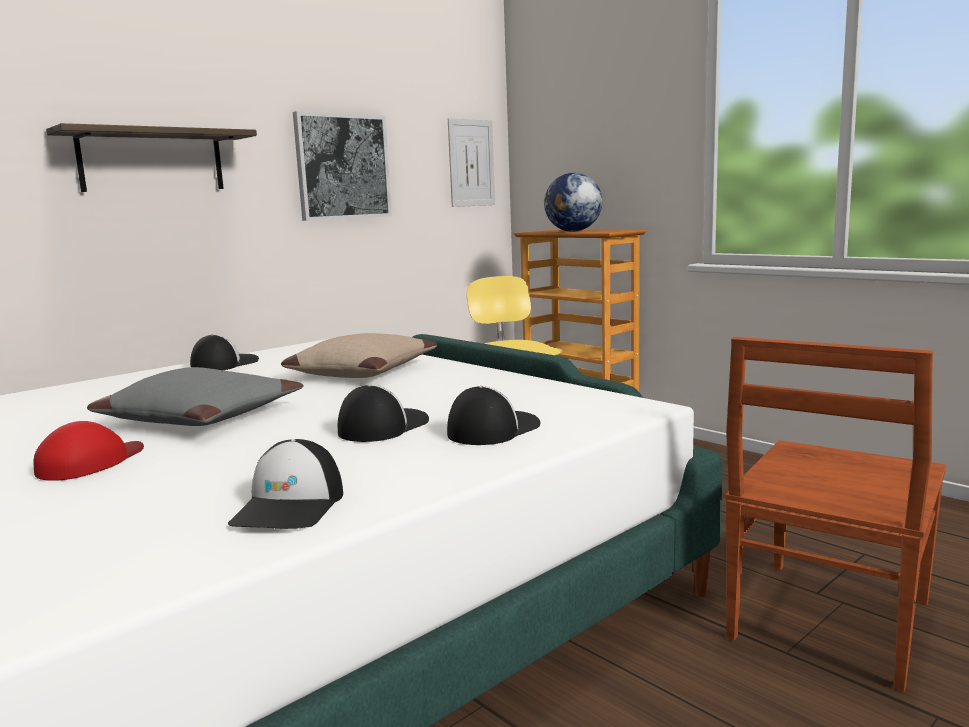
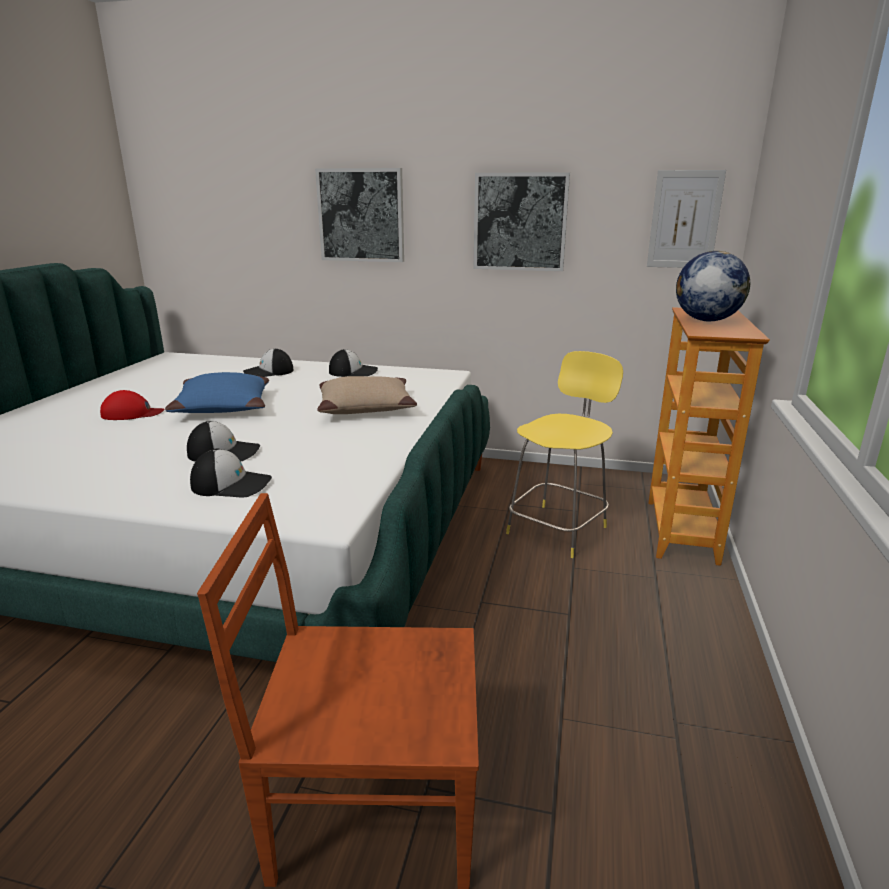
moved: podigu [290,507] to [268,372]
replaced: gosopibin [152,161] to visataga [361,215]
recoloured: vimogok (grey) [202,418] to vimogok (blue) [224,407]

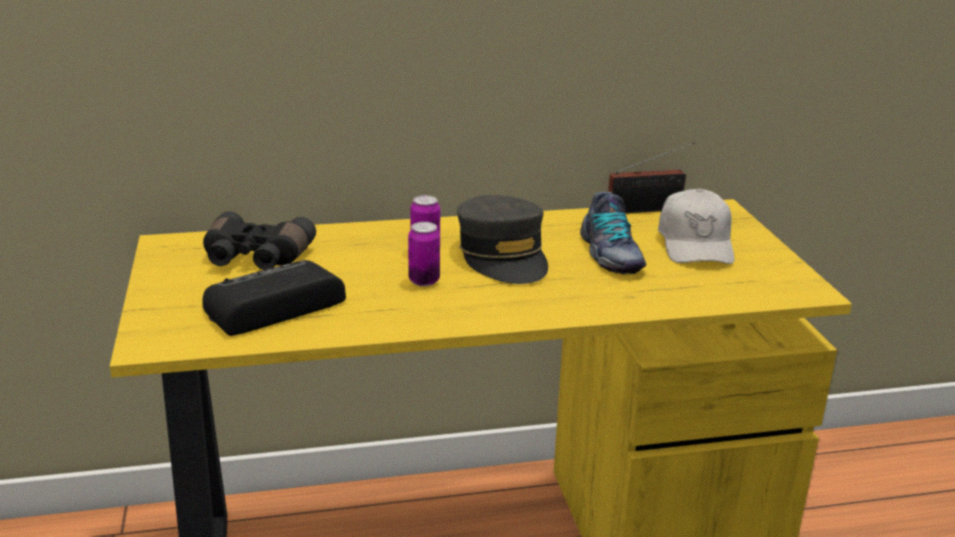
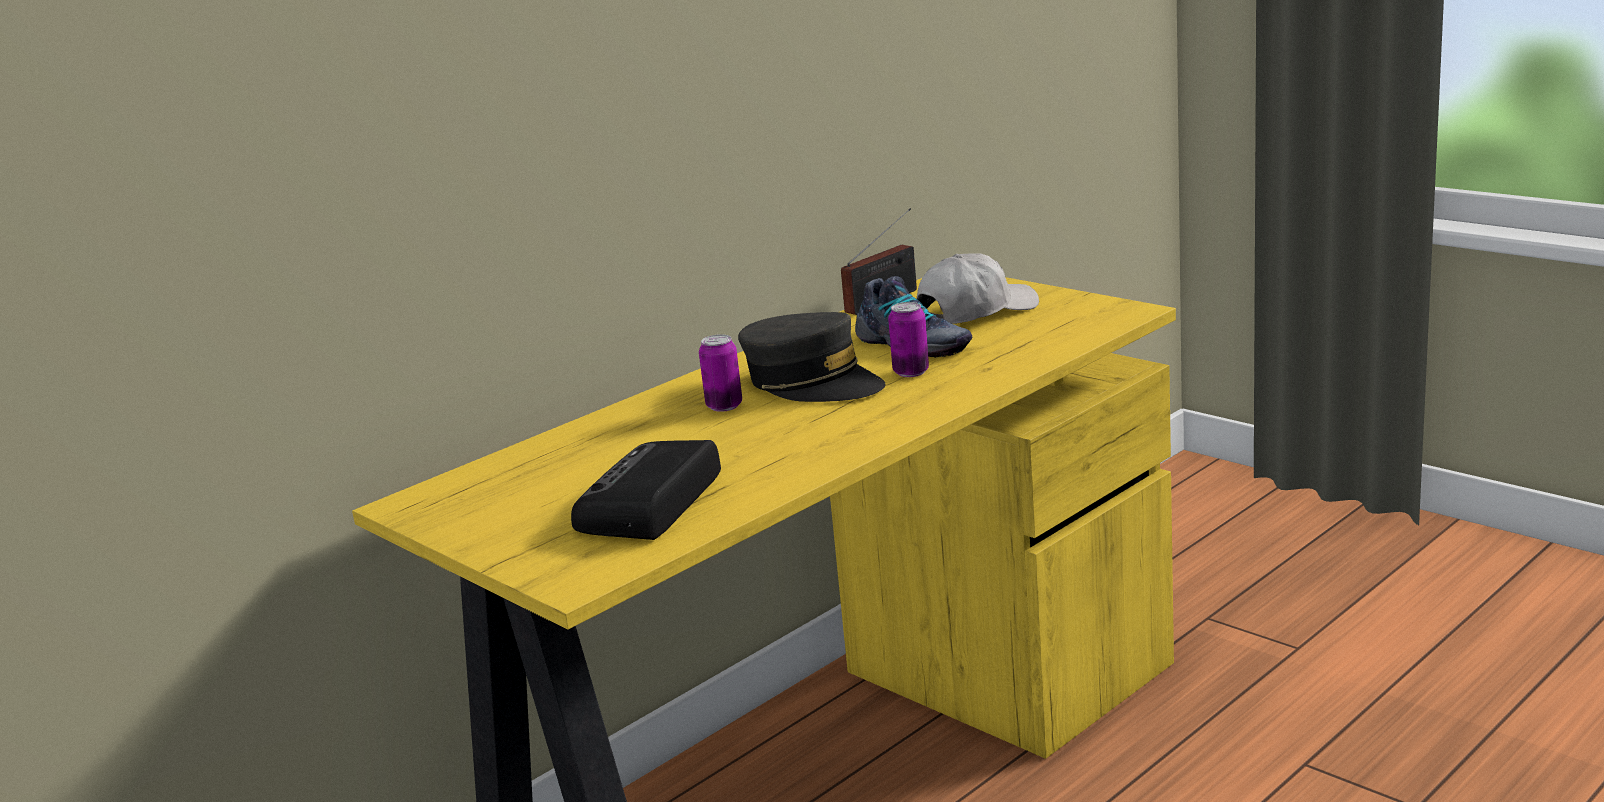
removed: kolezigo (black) [255,258]
moved: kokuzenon [424,281] to [911,372]
turned: podigu (white) [695,244] = [976,311] 90 degrees counterclockwise

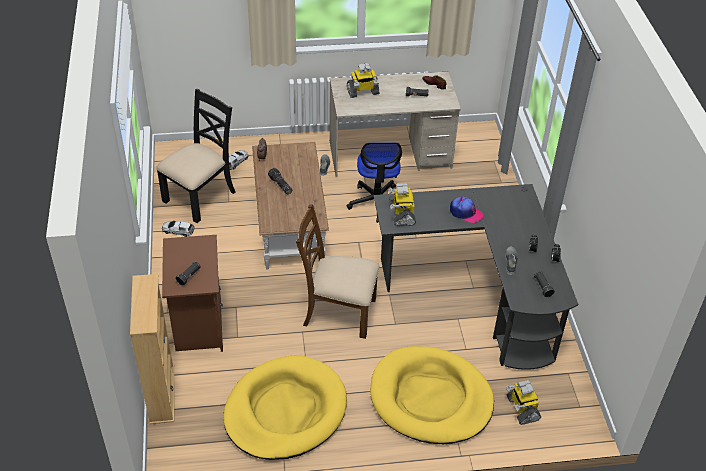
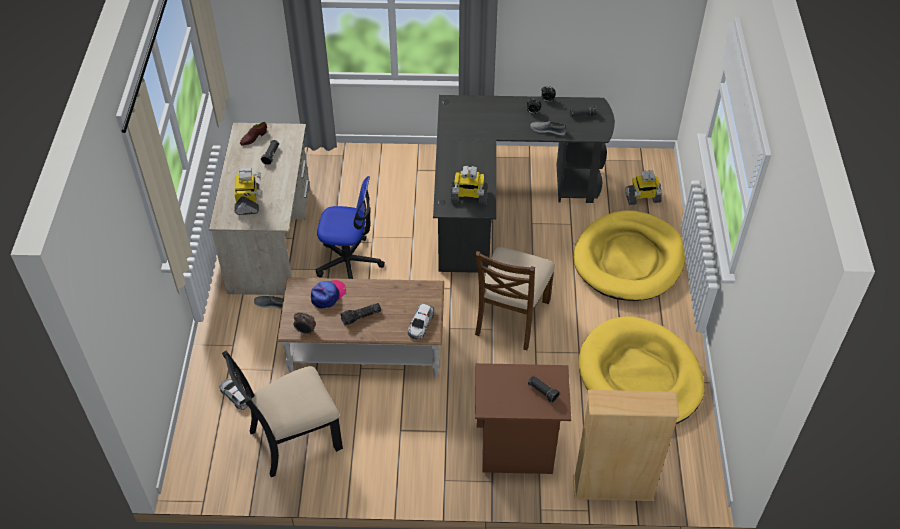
moved: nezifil [178,230] to [420,324]; podigu [465,213] to [328,295]
turned: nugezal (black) [200,196] = [294,439] 75 degrees counterclockwise

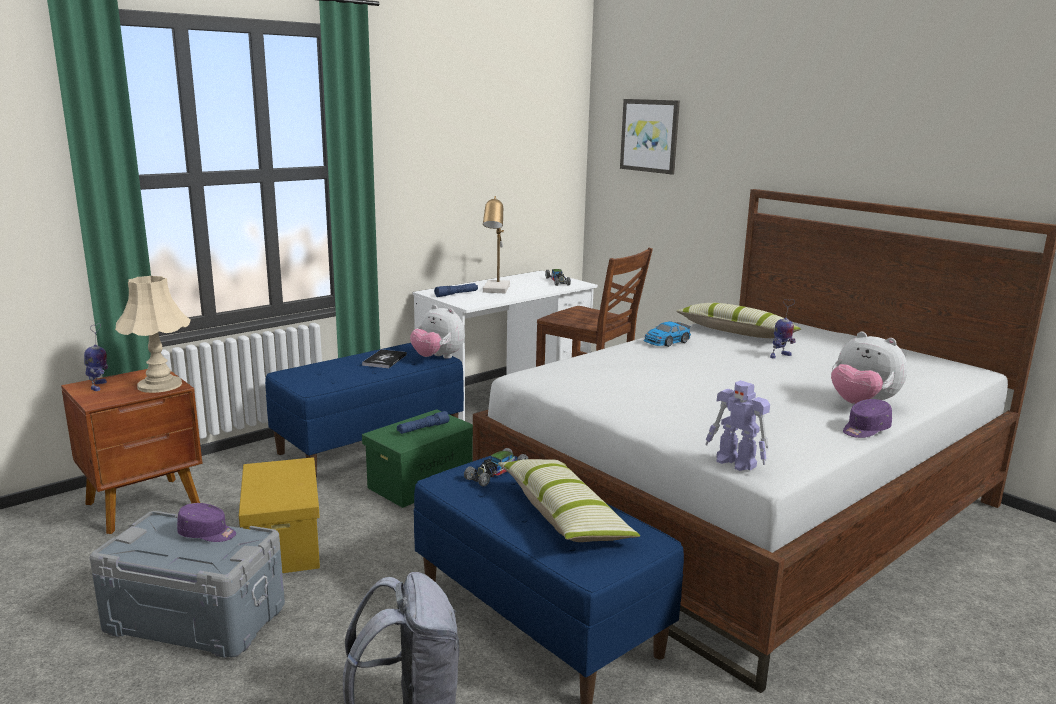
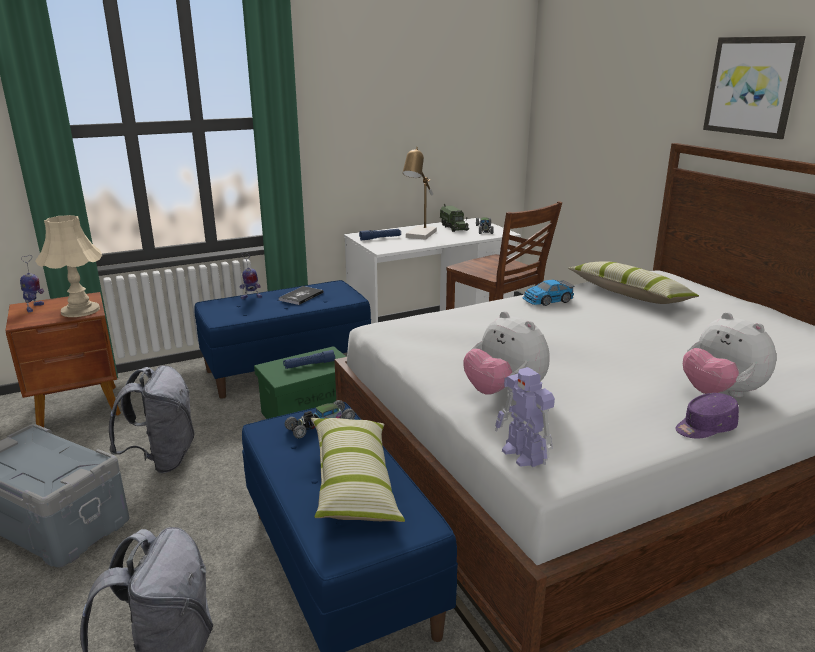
removed: podigu (purple) [207,534]
added: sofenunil [454,228]
moved: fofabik [438,358] to [504,392]; visataga [650,135] to [752,86]; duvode [779,356] to [251,297]
replaced: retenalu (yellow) [283,544] to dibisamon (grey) [162,459]

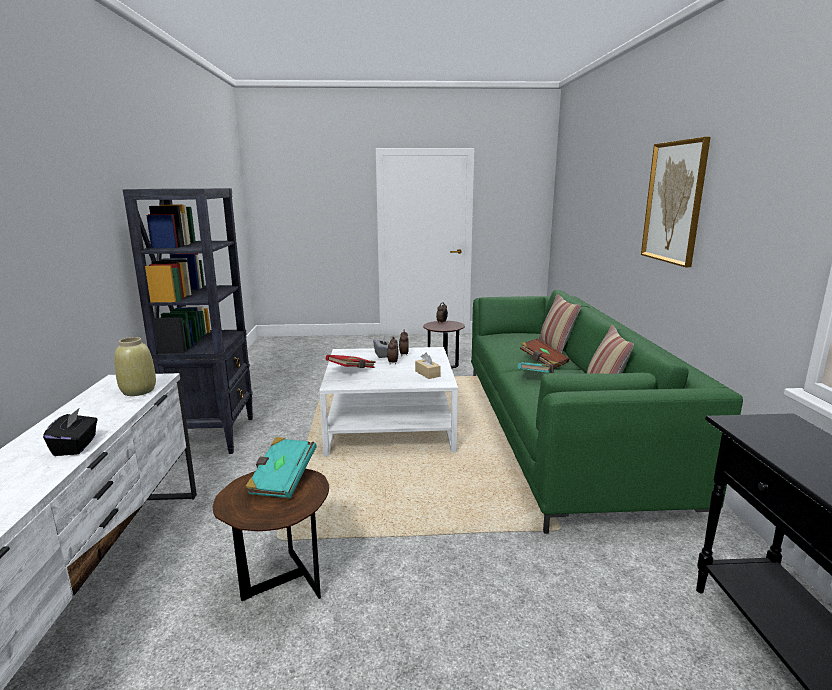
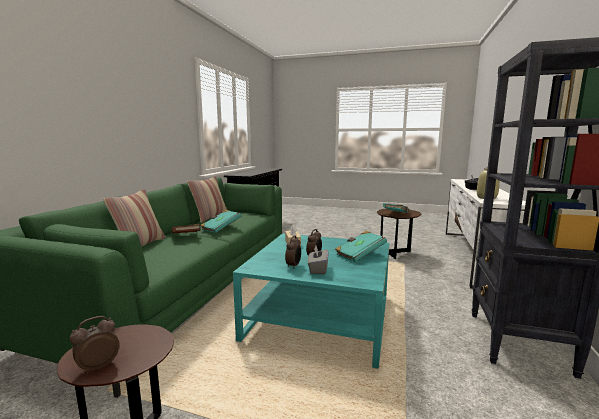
removed: visataga [674,202]
recoloured: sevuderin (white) [390,426] to sevuderin (turquoise) [320,317]; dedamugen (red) [352,370] to dedamugen (turquoise) [359,255]

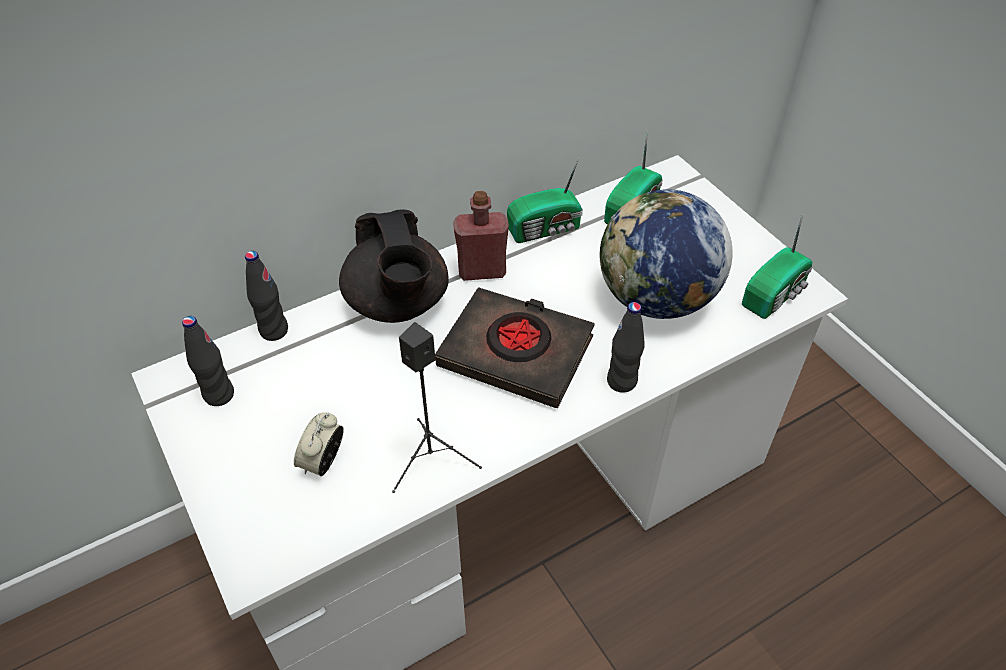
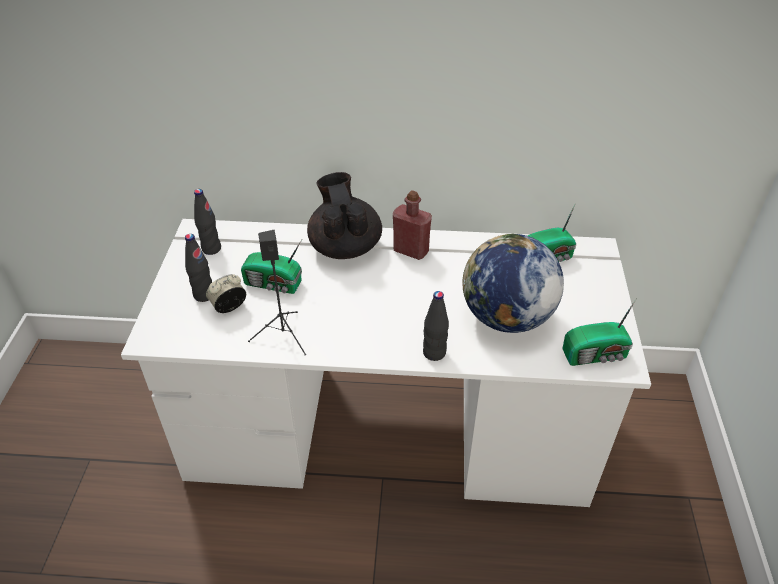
removed: dedamugen (black) [516,352]
moved: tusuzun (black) [274,330] to [204,295]; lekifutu [546,229] to [274,284]
turned: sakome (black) [398,304] = [345,246] 150 degrees clockwise

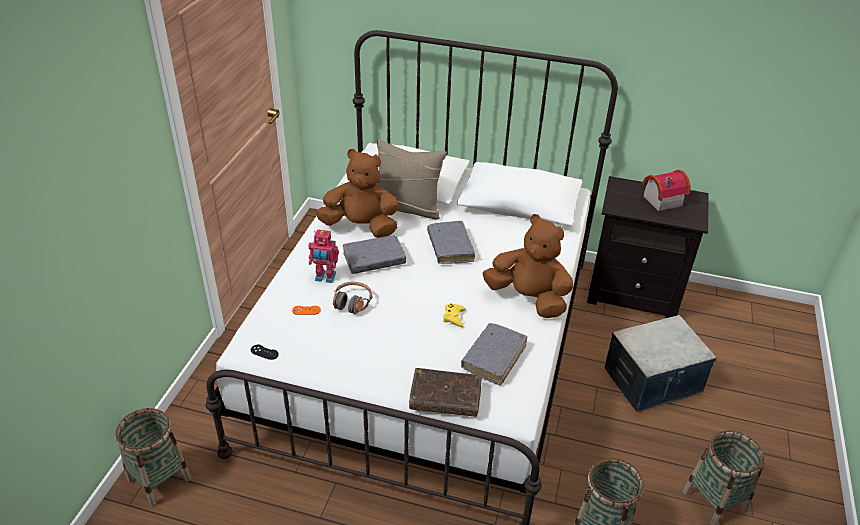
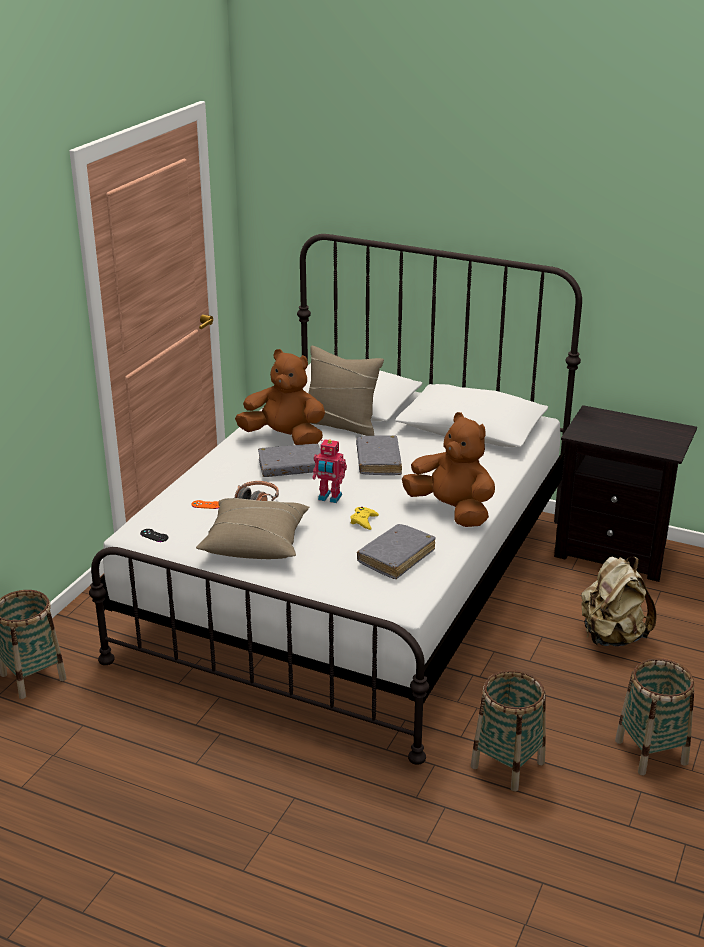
removed: dedamugen (brown) [445,398]; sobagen [660,200]
added: vimogok (beige) [255,542]
moved: duvode [325,278] to [329,498]
replaced: retenalu [652,381] to dibisamon (beige) [612,637]

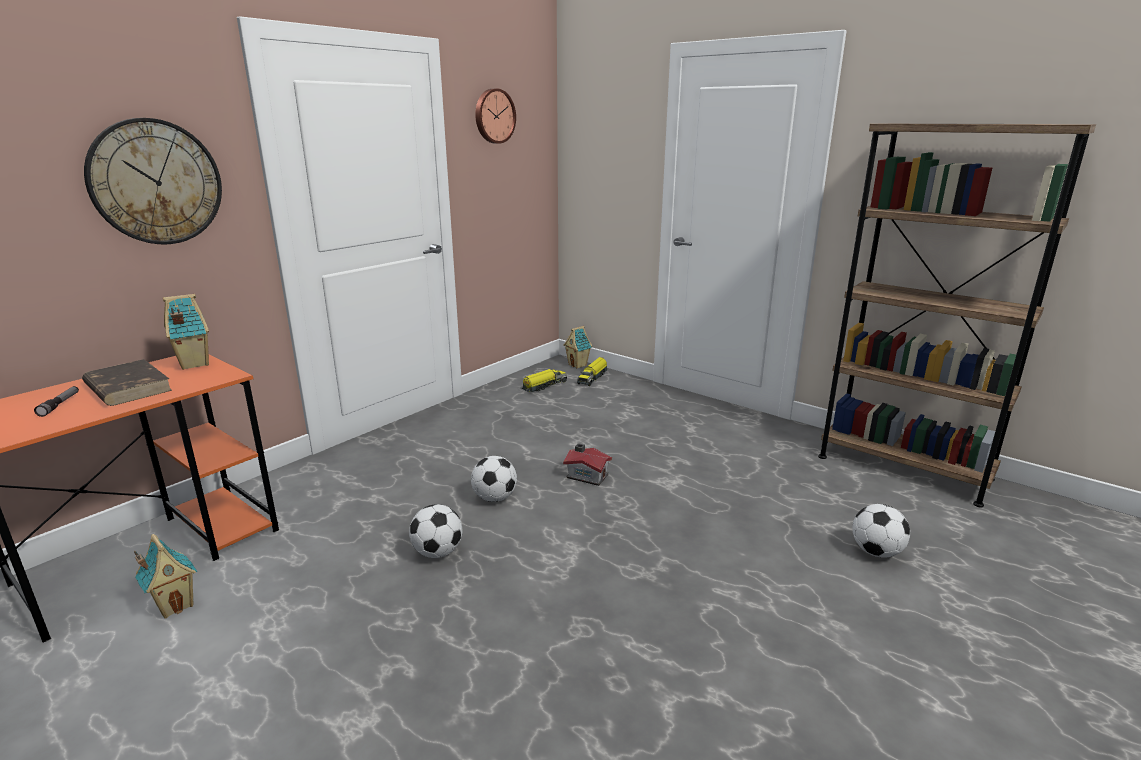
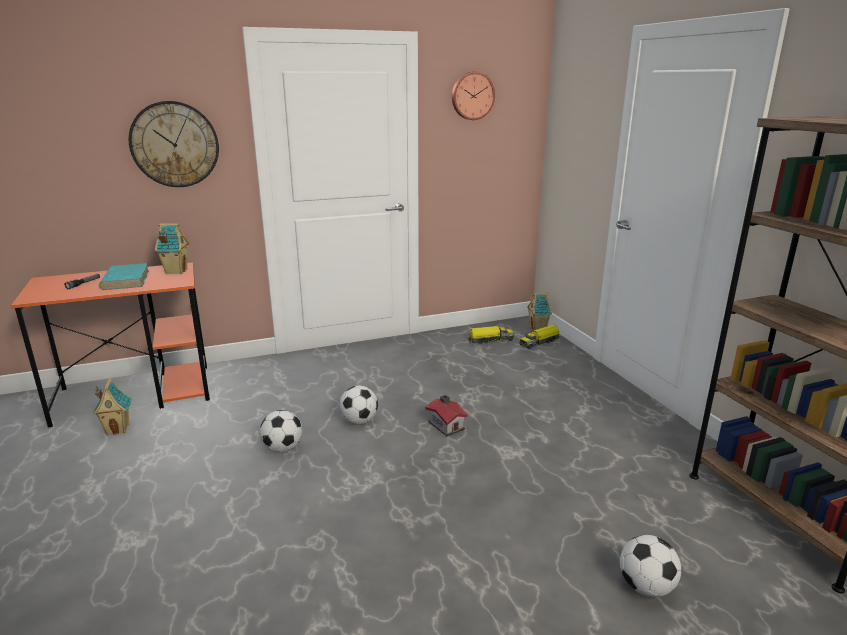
recoloured: dedamugen (brown) [127,387] to dedamugen (turquoise) [125,280]

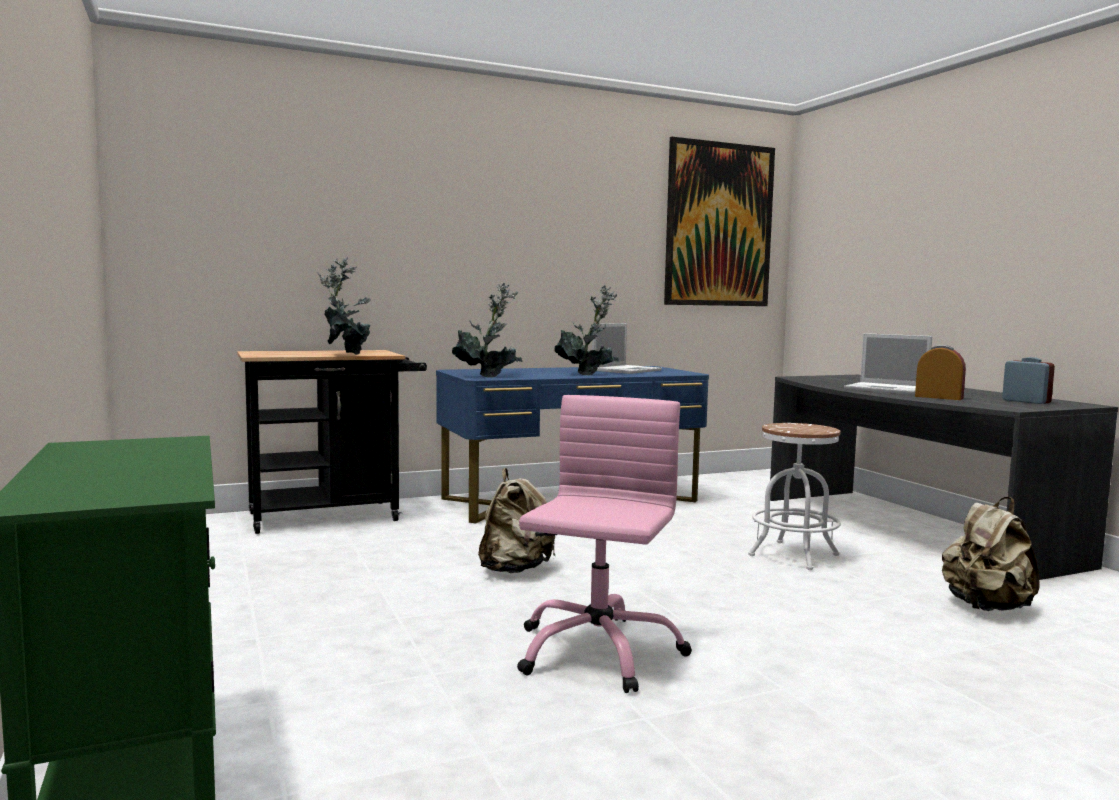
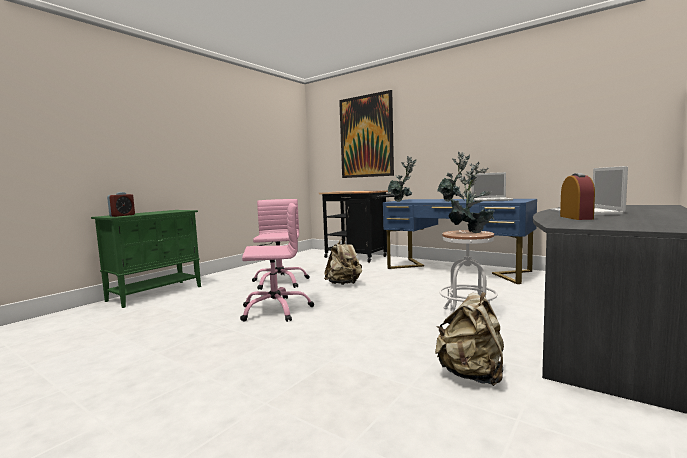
added: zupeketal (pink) [279,282]
moved: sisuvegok [346,354] to [471,232]; visataga [719,225] to [366,136]; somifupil [1026,401] to [122,215]

